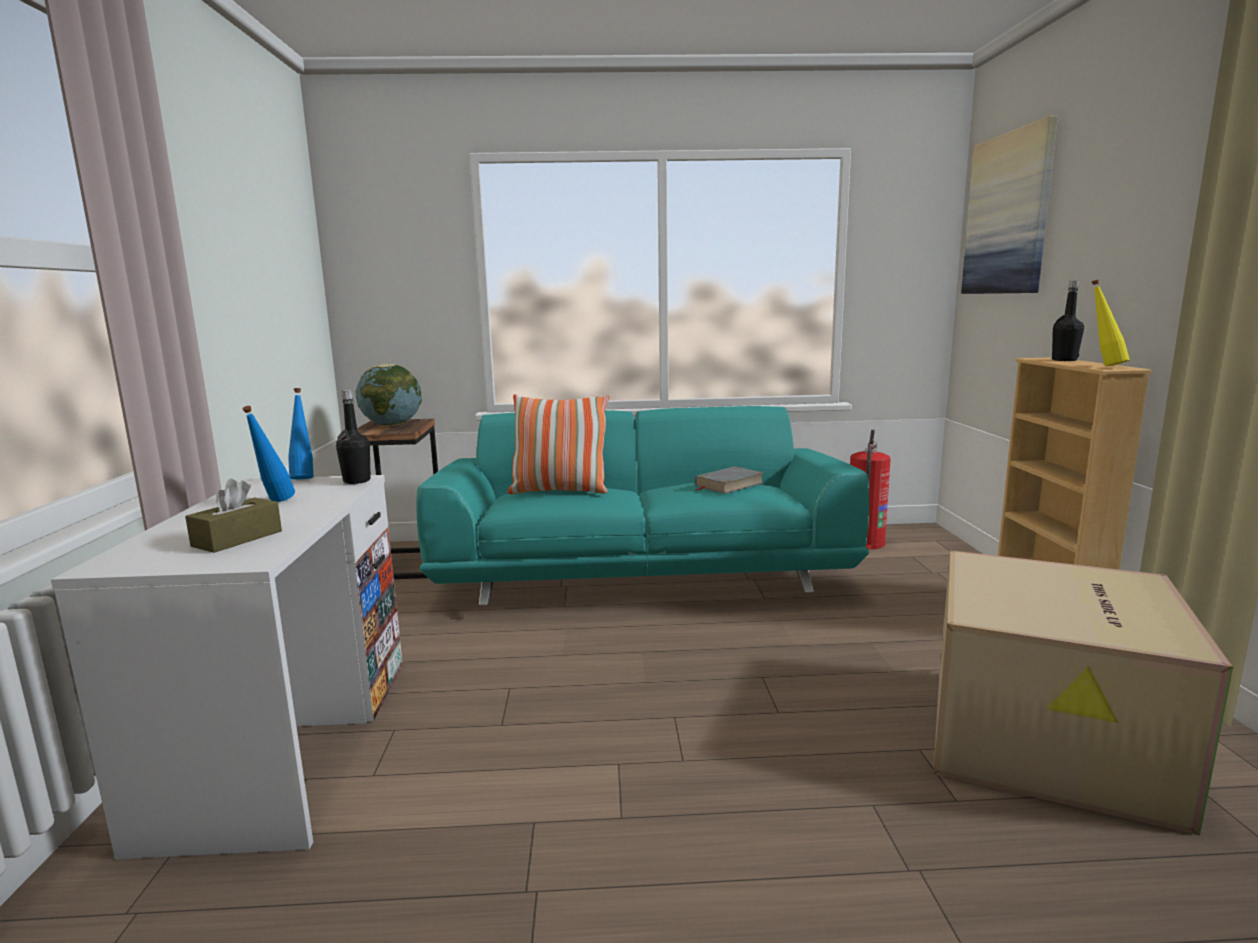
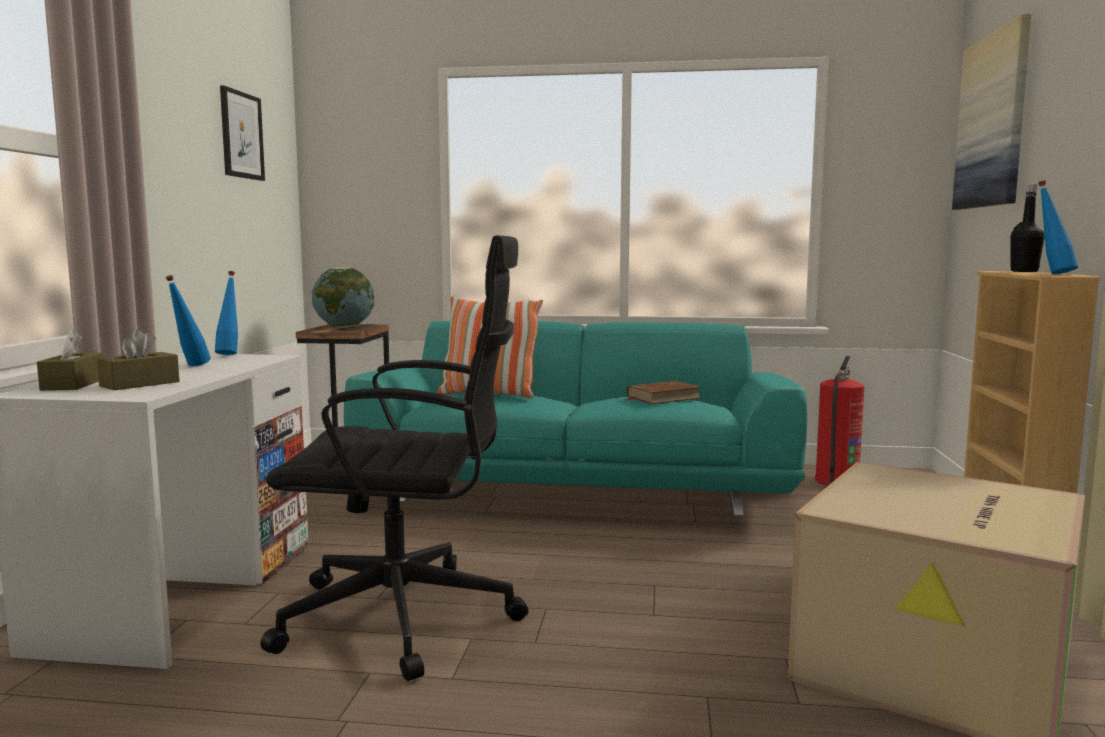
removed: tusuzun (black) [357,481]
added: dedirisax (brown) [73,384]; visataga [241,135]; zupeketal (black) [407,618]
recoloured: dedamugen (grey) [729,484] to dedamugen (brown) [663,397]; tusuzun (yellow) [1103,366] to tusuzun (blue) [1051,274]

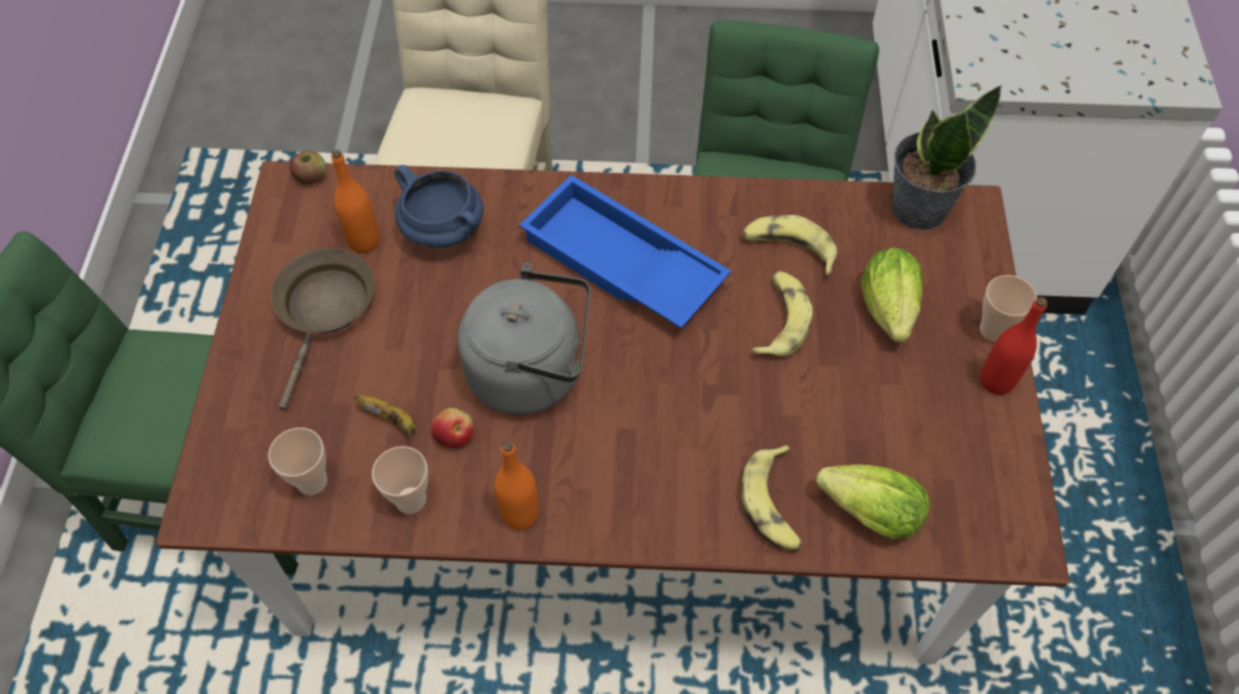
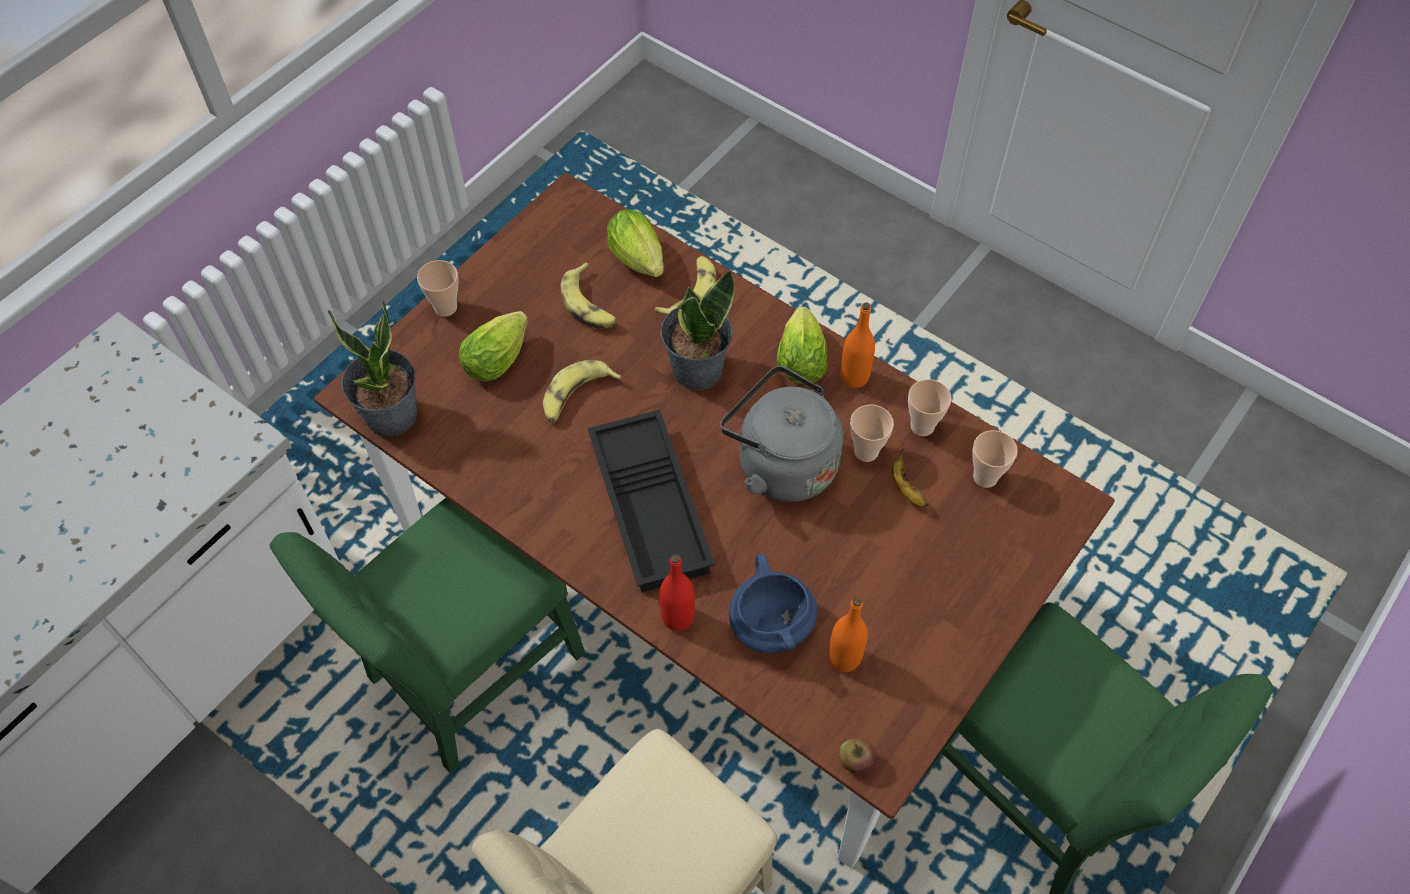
removed: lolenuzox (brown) [325,310]
added: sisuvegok [696,369]; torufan [800,358]
moved: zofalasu [788,249] to [590,305]; tusuzun (red) [996,381] to [678,617]
replaced: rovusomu [455,435] to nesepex [866,451]
recoloured: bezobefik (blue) [620,265] to bezobefik (black) [653,507]

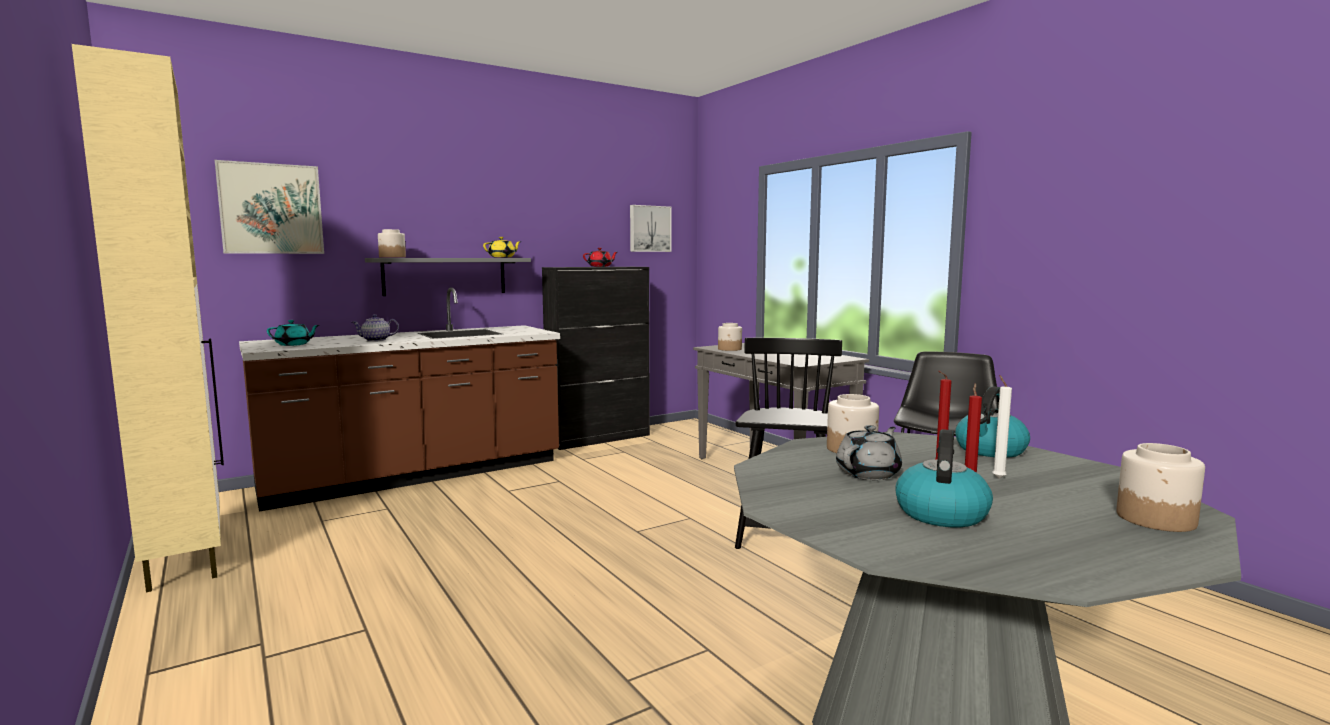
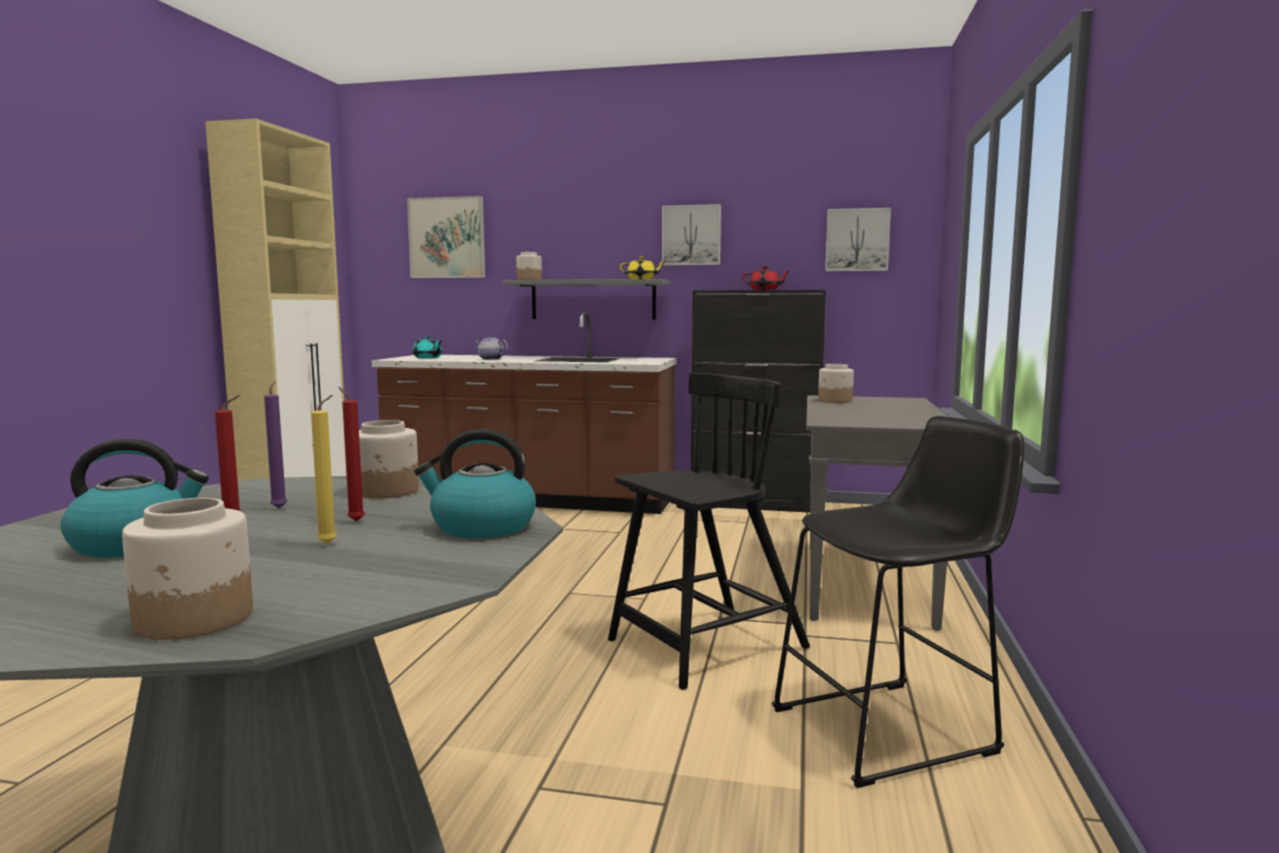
added: visataga [691,235]
replaced: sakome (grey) [869,473] to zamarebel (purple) [280,508]
recoloured: zamarebel (white) [997,478] to zamarebel (yellow) [330,543]

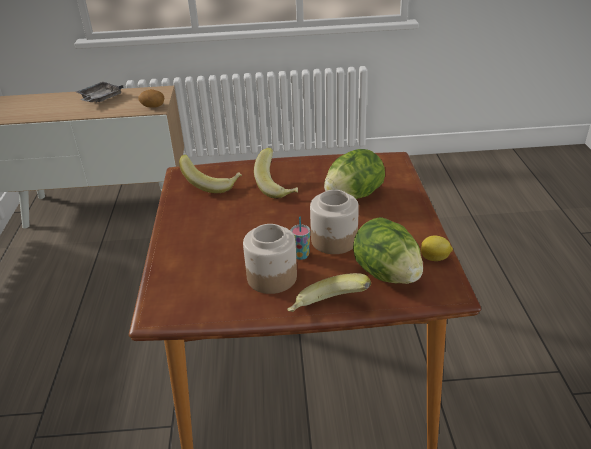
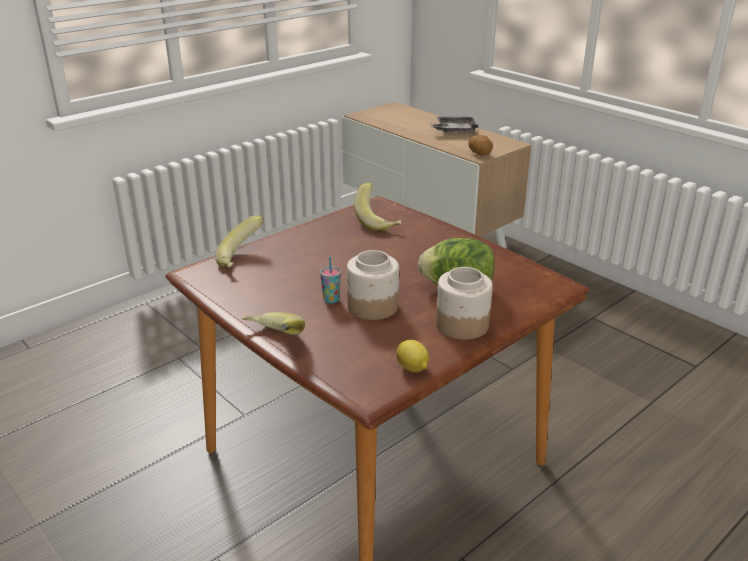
removed: torufan [386,274]
moved: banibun [271,277] to [461,325]; zofalasu [278,187] to [242,259]

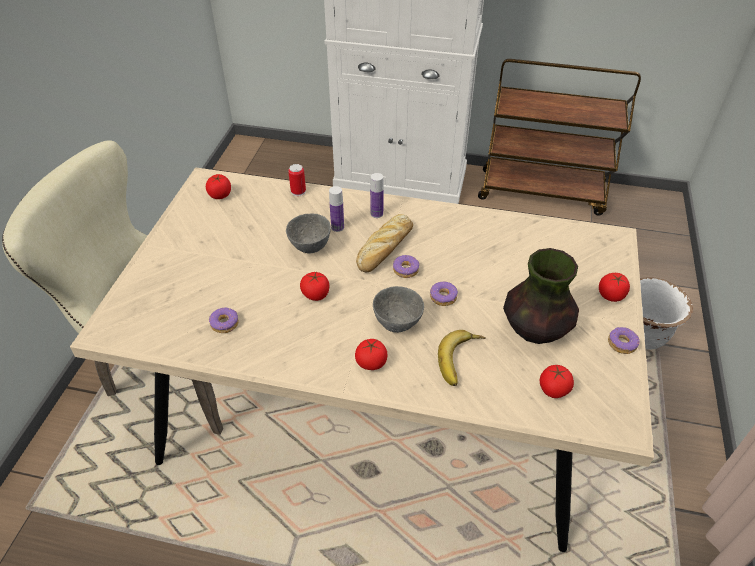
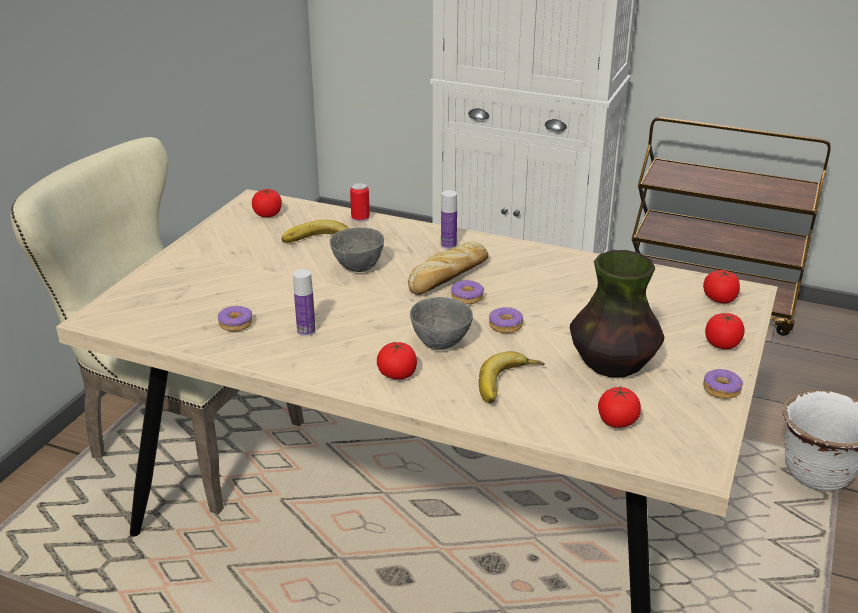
added: zofalasu [318,241]
moved: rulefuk [315,294] to [719,299]; tusuzun [337,227] to [306,331]

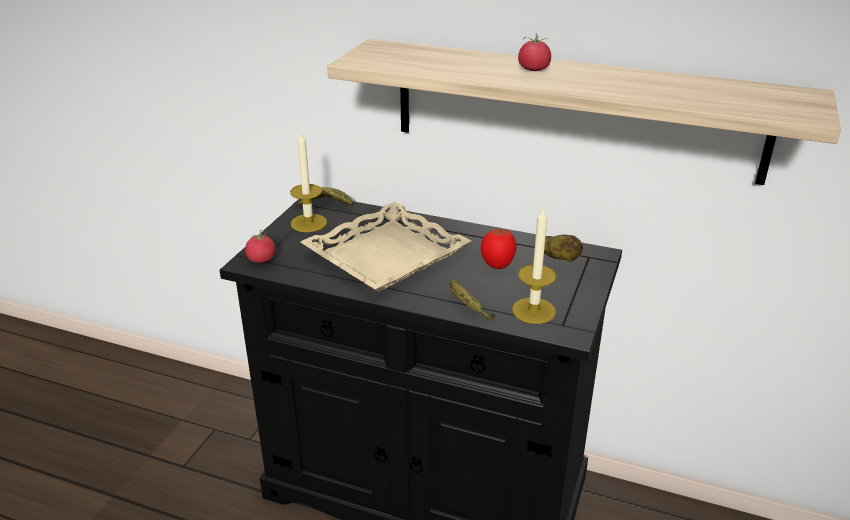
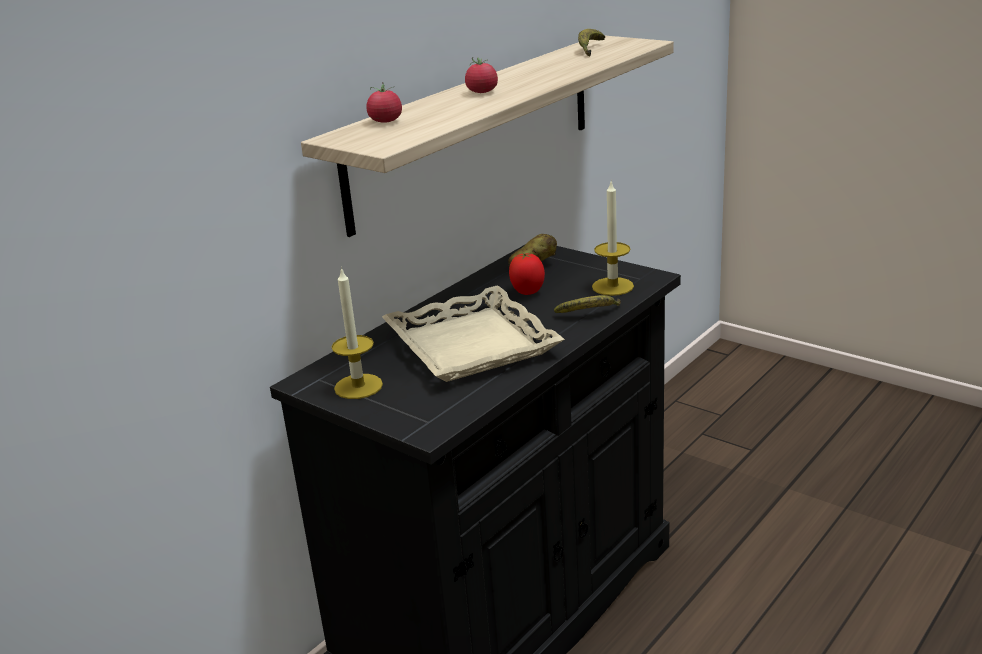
moved: rulefuk [261,260] to [385,121]; zofalasu [324,205] to [590,49]

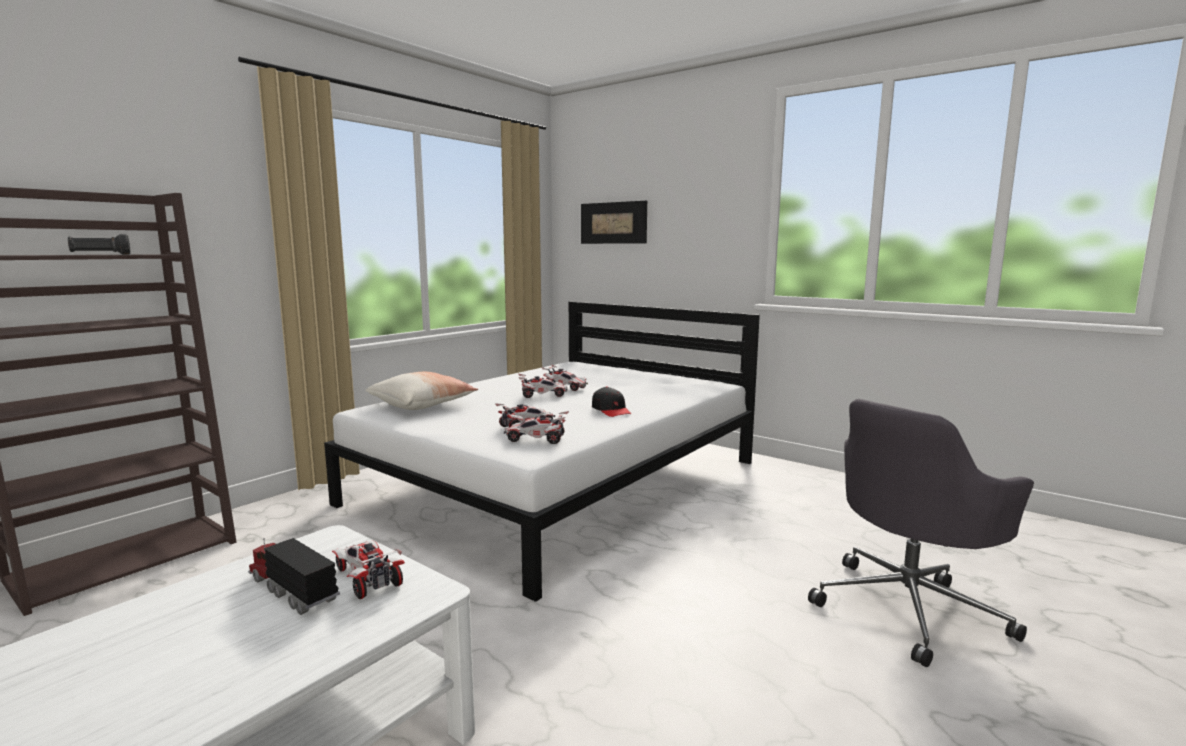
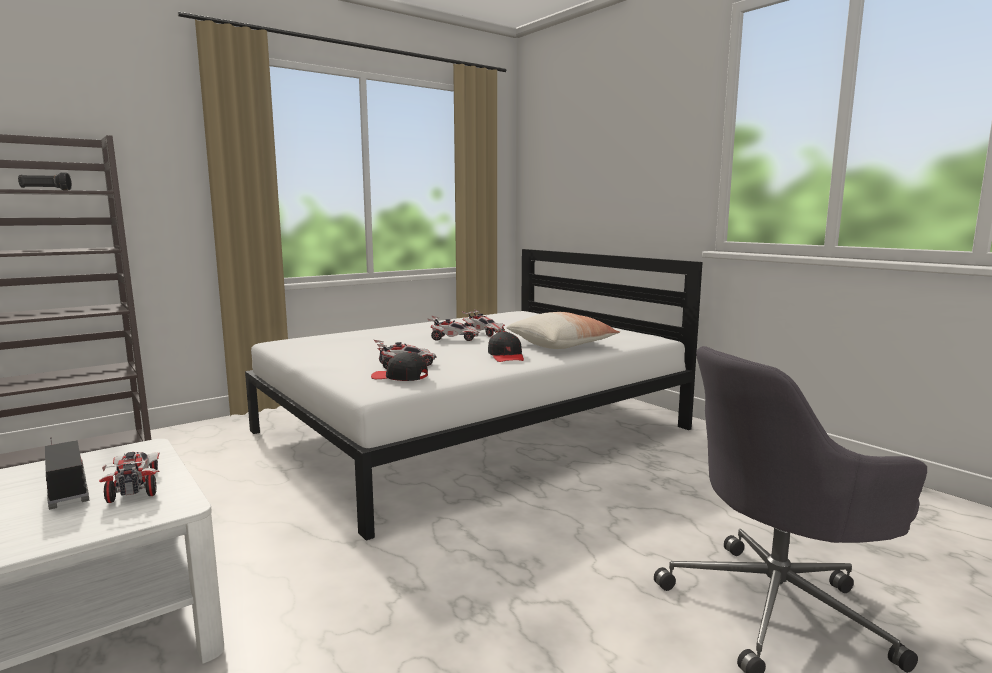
removed: visataga [613,223]
moved: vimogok [423,405] to [562,345]
replaced: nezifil [536,439] to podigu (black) [400,377]

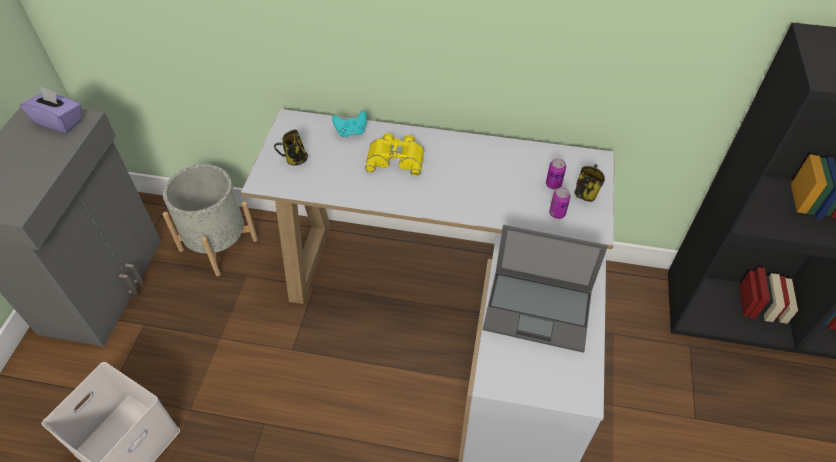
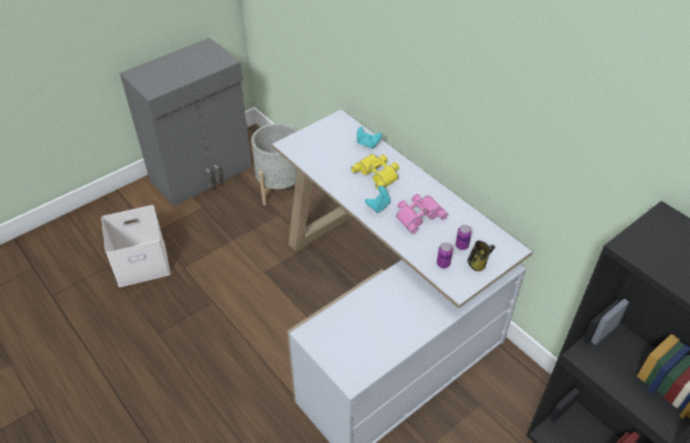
removed: dedirisax (purple) [60,121]; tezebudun [295,159]; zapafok [539,309]
added: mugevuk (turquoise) [378,206]; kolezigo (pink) [418,214]

